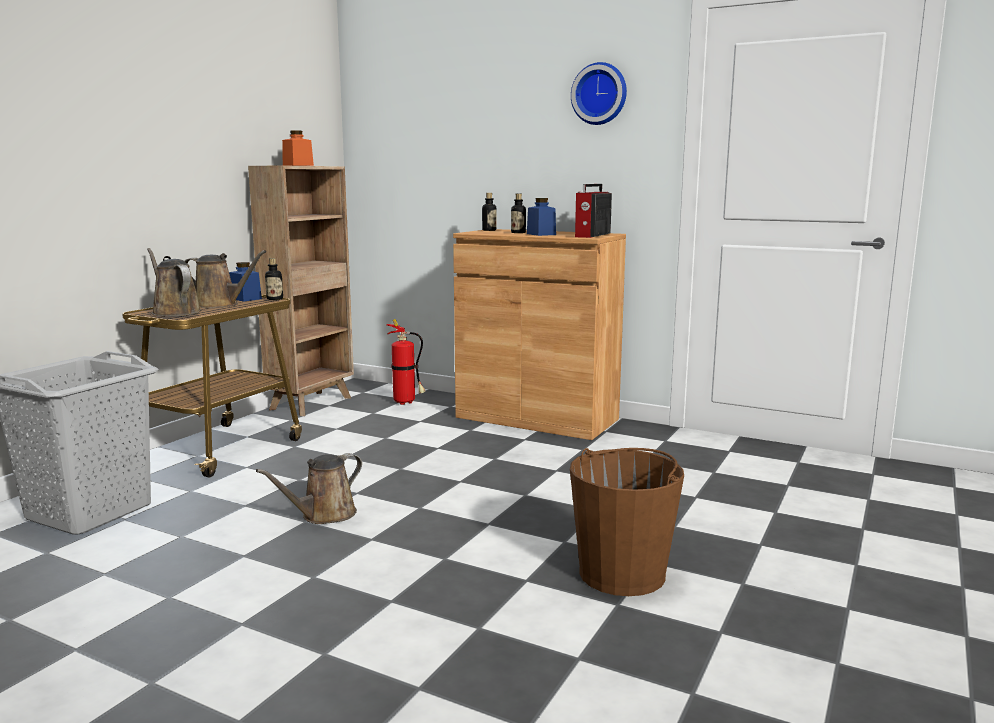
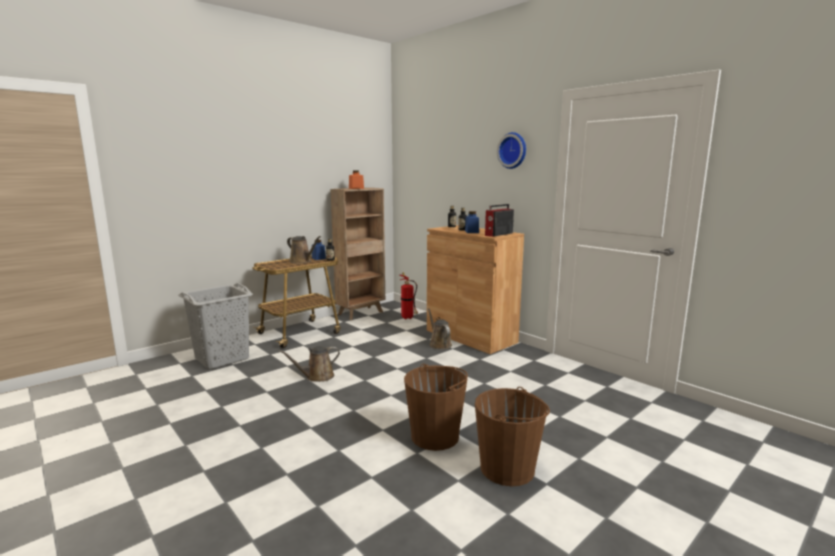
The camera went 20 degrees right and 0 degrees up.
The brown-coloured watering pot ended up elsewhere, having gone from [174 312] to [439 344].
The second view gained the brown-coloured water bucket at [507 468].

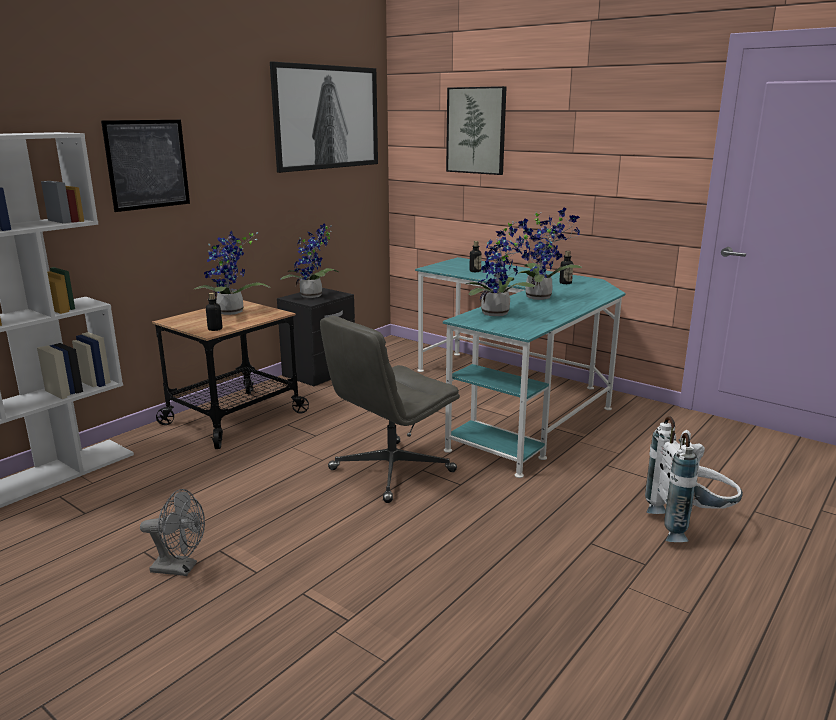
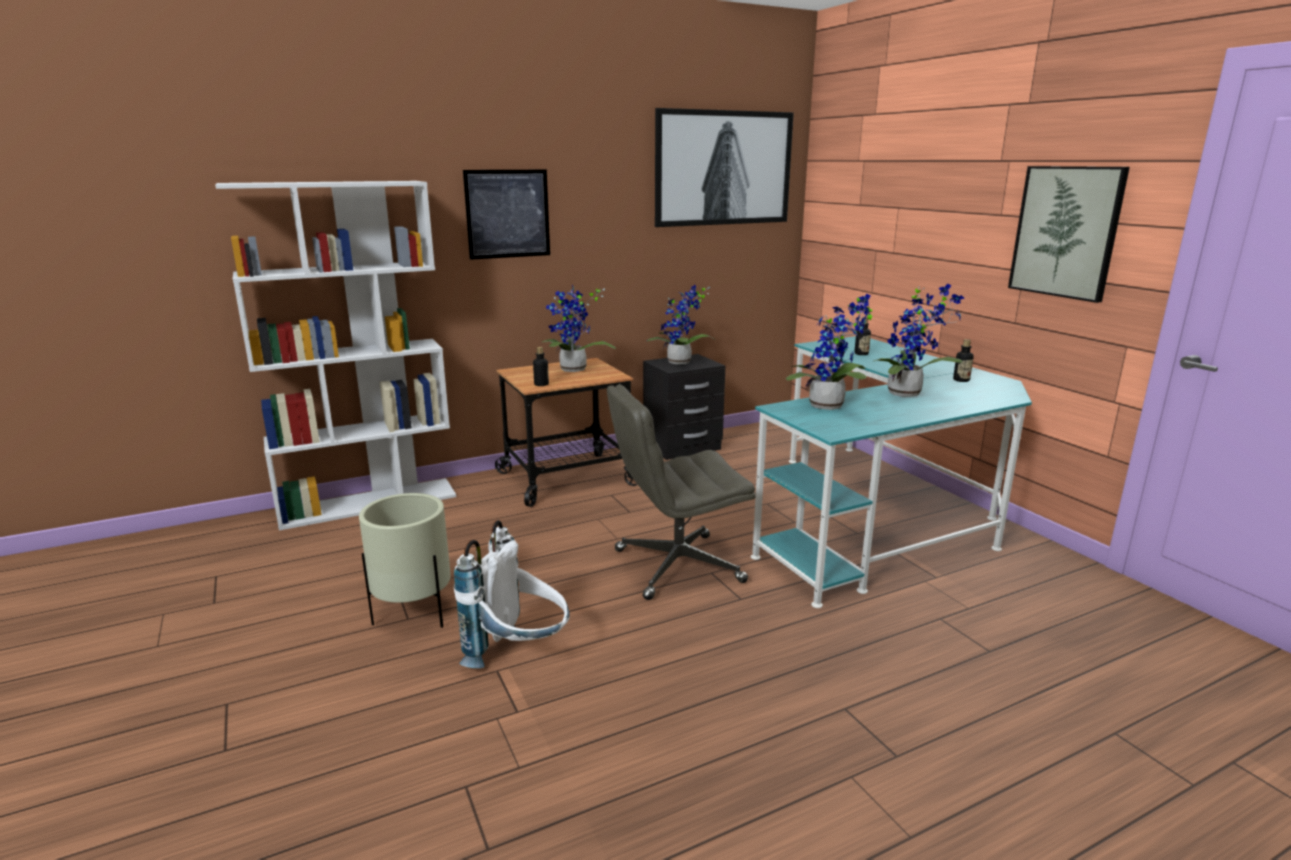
The camera went 25 degrees right and 0 degrees up.
Where the grey fan stood at [180 568], the beige planter came to stand at [414 614].
The white-coloured rucksack ended up elsewhere, having gone from [689 526] to [519 655].
The picture ended up elsewhere, having gone from [476 130] to [1066 232].

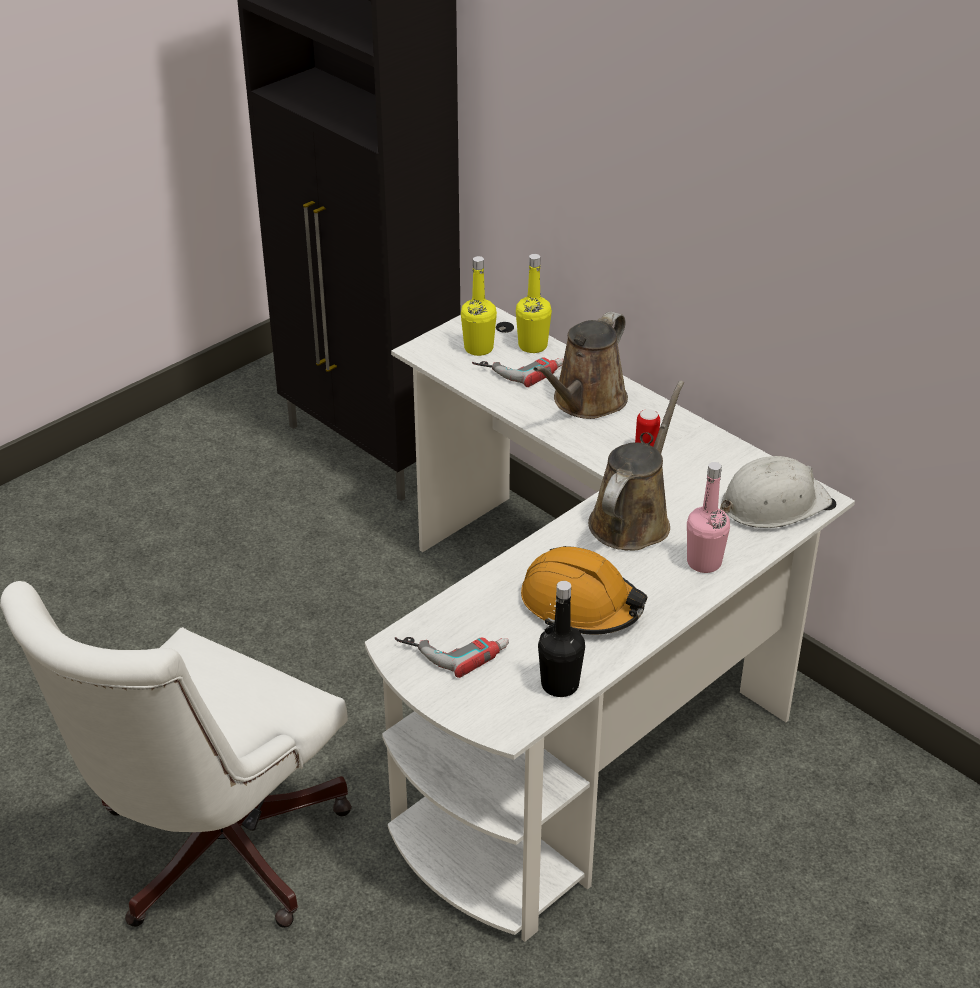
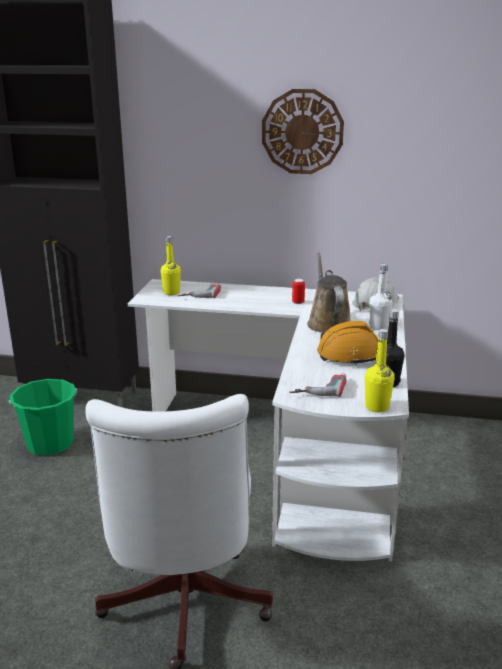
The camera went 35 degrees left and 15 degrees down.
The second view gained the green water bucket at [50 443].
The second view gained the clock on the wall at [302 132].
The yellow drink bottle ended up elsewhere, having gone from [532 346] to [377 407].
What was the pink-coloured drink bottle at [704 562] turned into the white-coloured drink bottle at [378 327].
The second view lost the brown-coloured watering pot at [586 402].

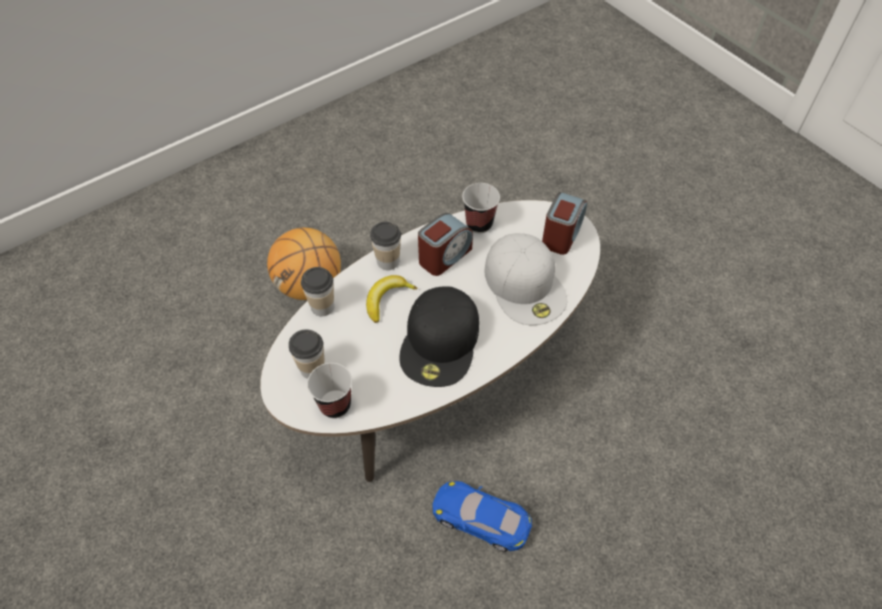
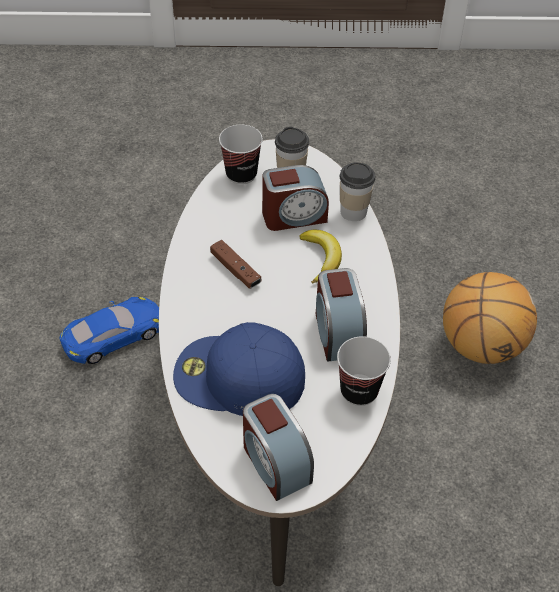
The camera went 125 degrees right and 5 degrees down.
What was the white-coloured peaked cap at [525 284] turned into the blue peaked cap at [237 377].
Where the black peaked cap stood at [441 342], the brown-coloured gamepad came to stand at [235 270].
The second view gained the alarm clock at [294 216].
The second view lost the drinking cup at [388 261].

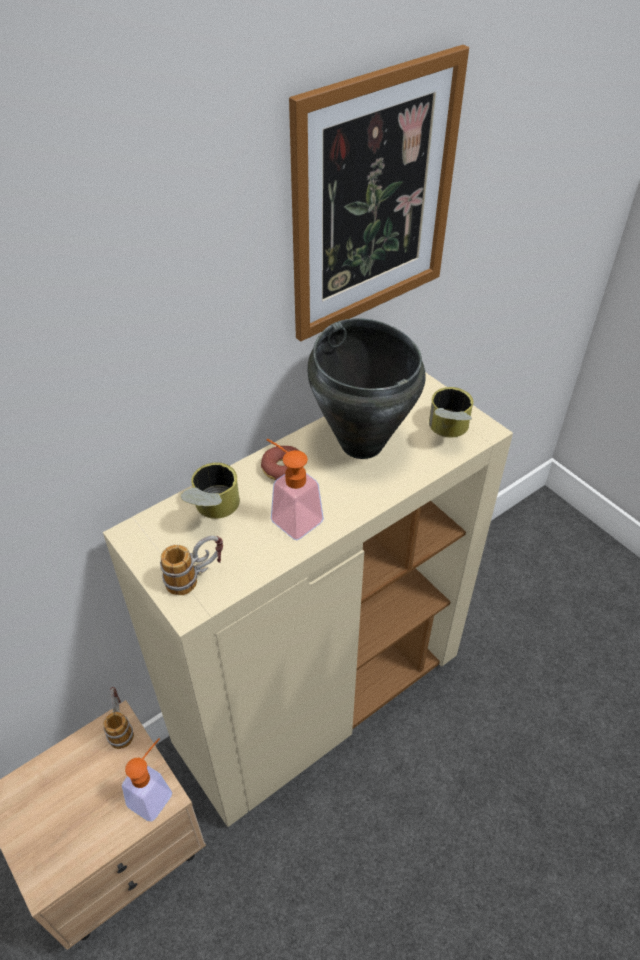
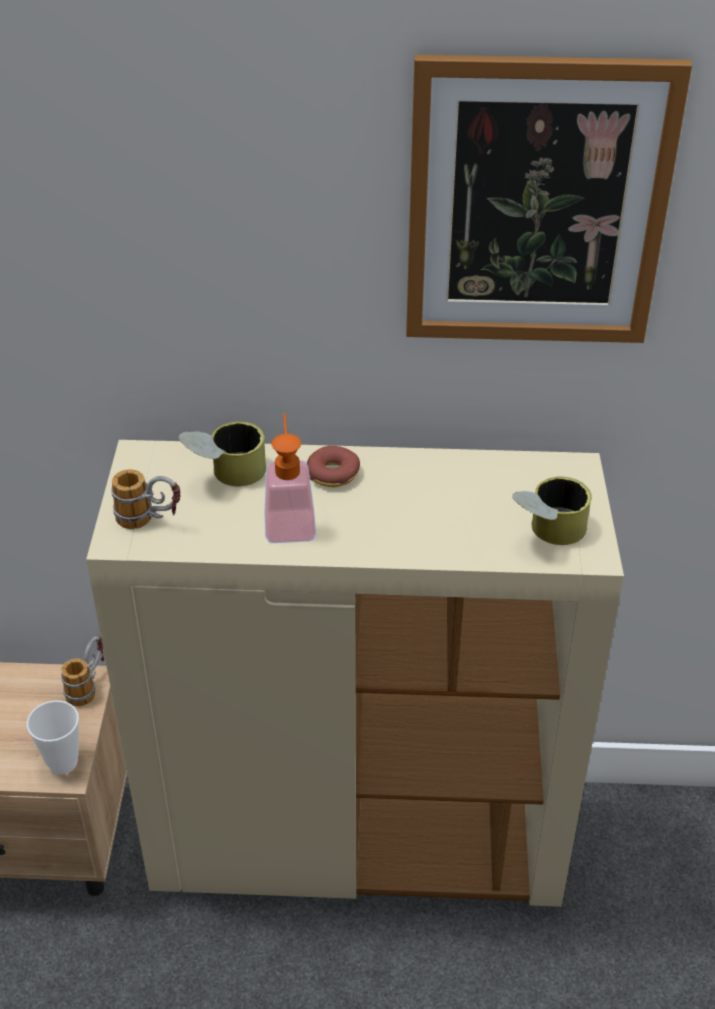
The camera went 40 degrees right and 5 degrees down.
Where the soap dispenser stood at [155 792], the drinking cup came to stand at [62 762].
The second view lost the black cooking pot at [362 443].

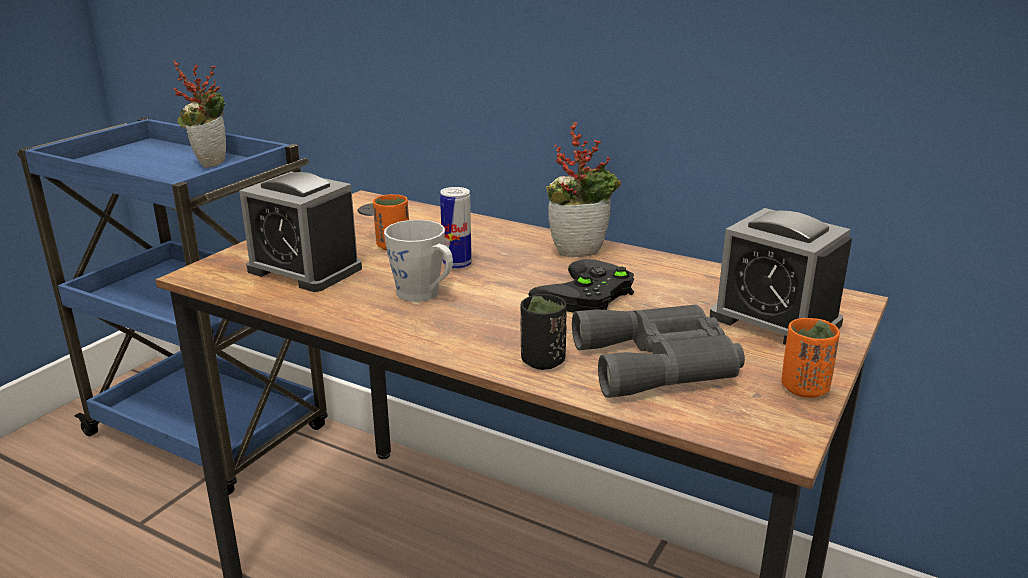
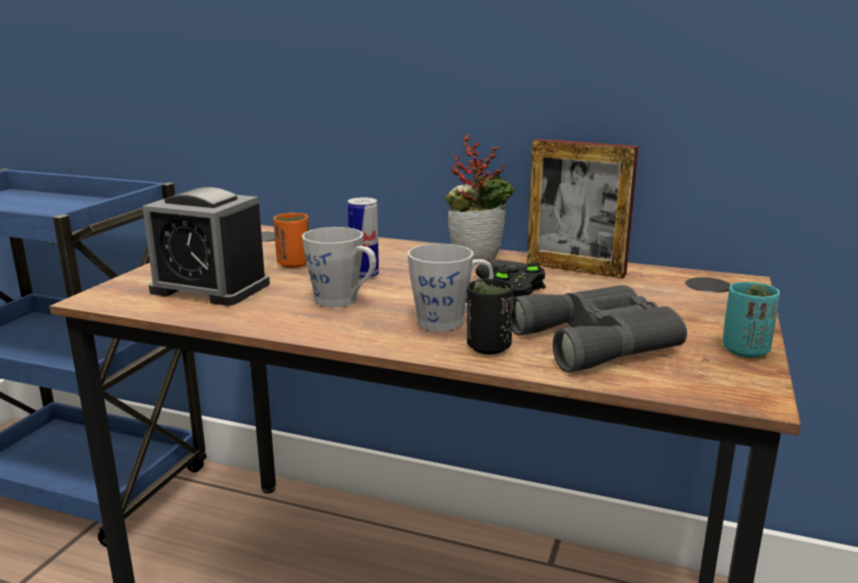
The camera went 10 degrees left and 5 degrees down.
The second view gained the grey mug at [450 322].
The second view gained the photo frame at [575 269].
What was the orange drinking cup at [804 388] turned into the turquoise-coloured drinking cup at [745 350].
The second view lost the plant in a pot at [209 162].
The second view lost the alarm clock at [774 320].

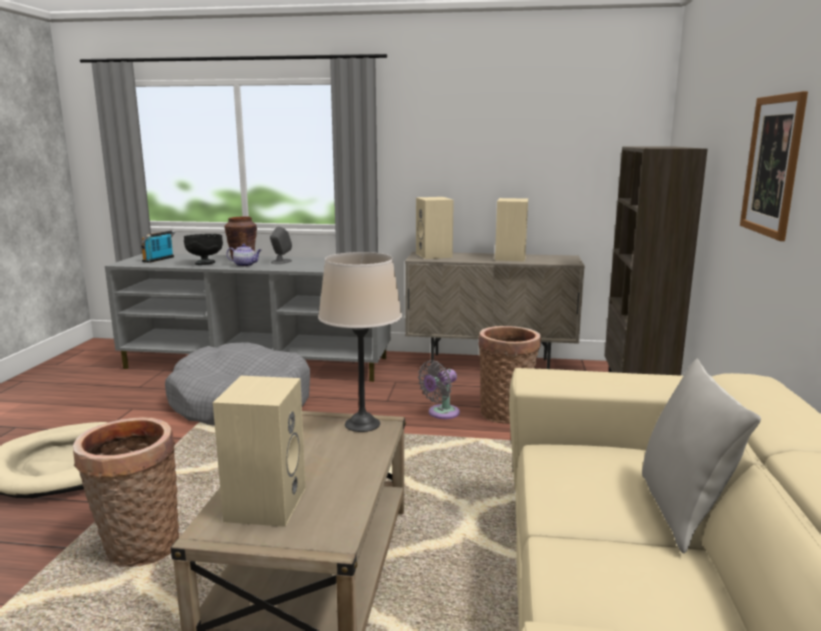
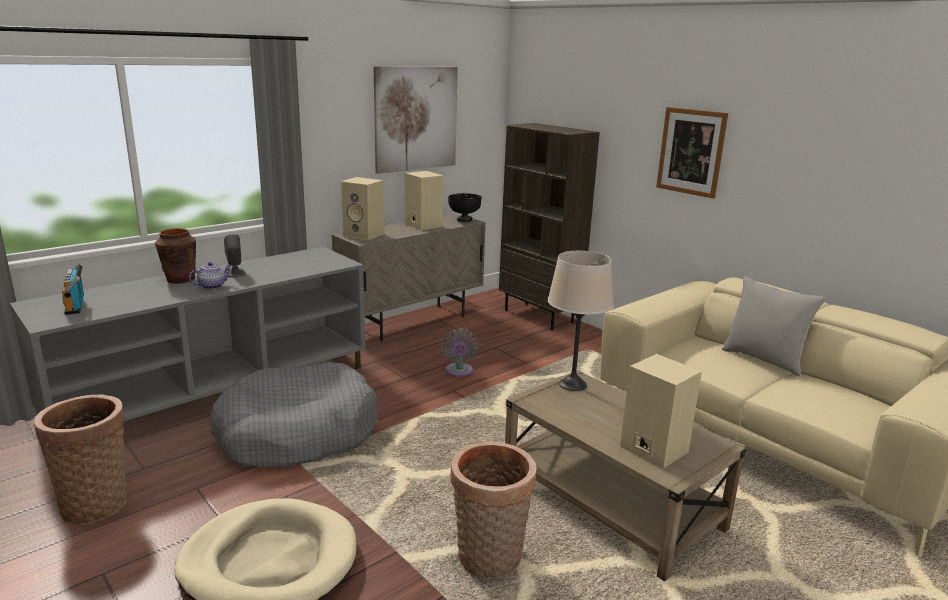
The camera went 50 degrees left and 5 degrees up.
The storage basket ended up elsewhere, having gone from [506 412] to [96 503].
The second view gained the picture at [416 119].
The black deep dish ended up elsewhere, having gone from [205 263] to [464 220].

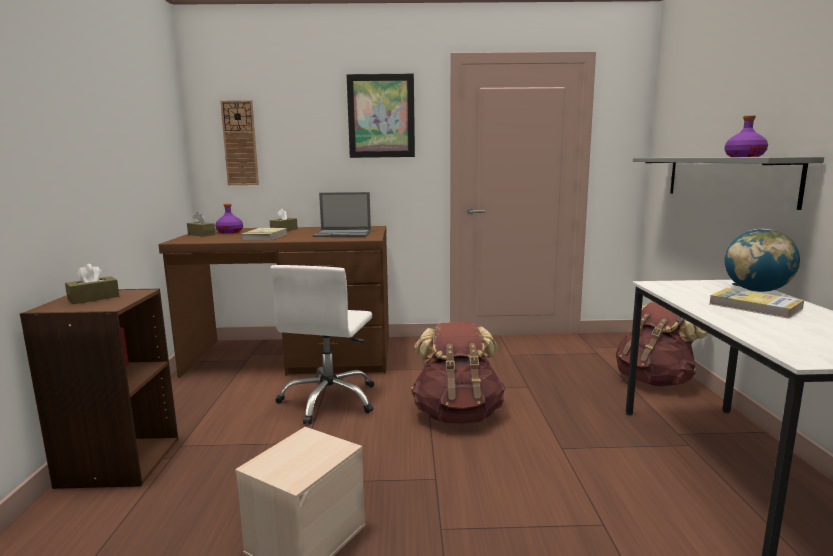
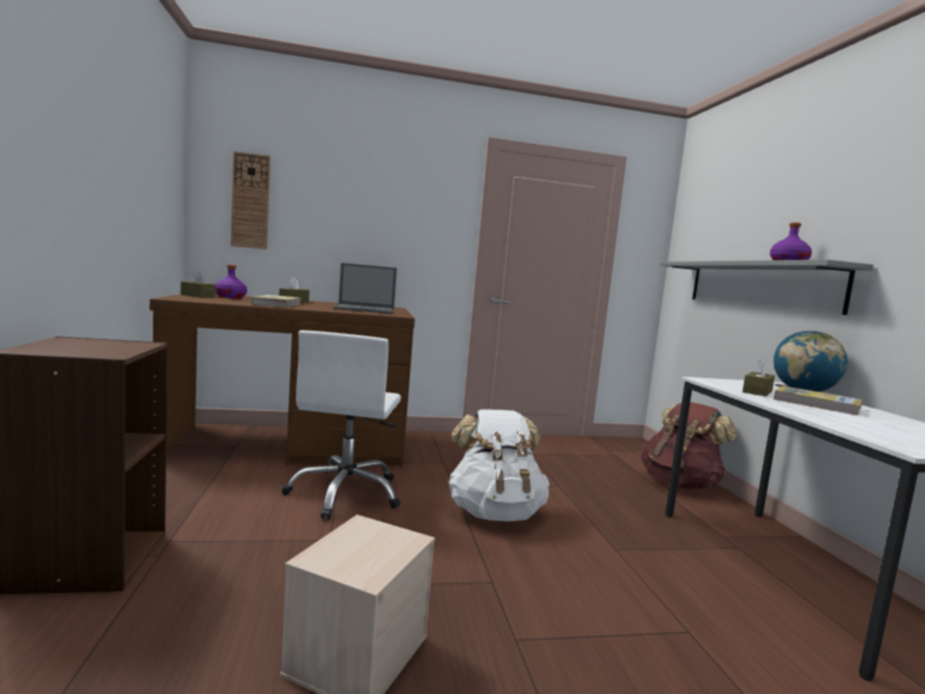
The camera went 10 degrees left and 5 degrees down.
What was the brown-coloured rucksack at [457 414] turned into the white-coloured rucksack at [494 512].
The brown-coloured tissue box ended up elsewhere, having gone from [94 298] to [757 392].
The second view lost the picture at [381 116].

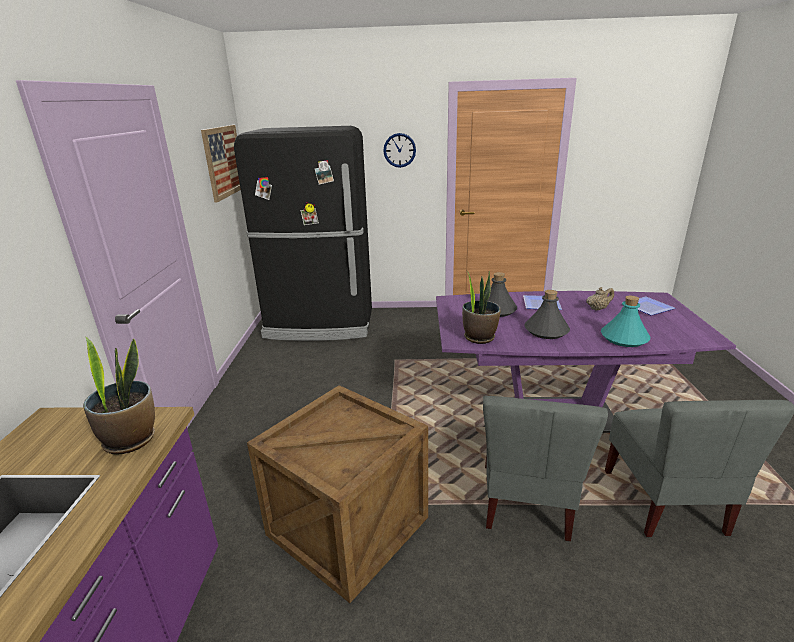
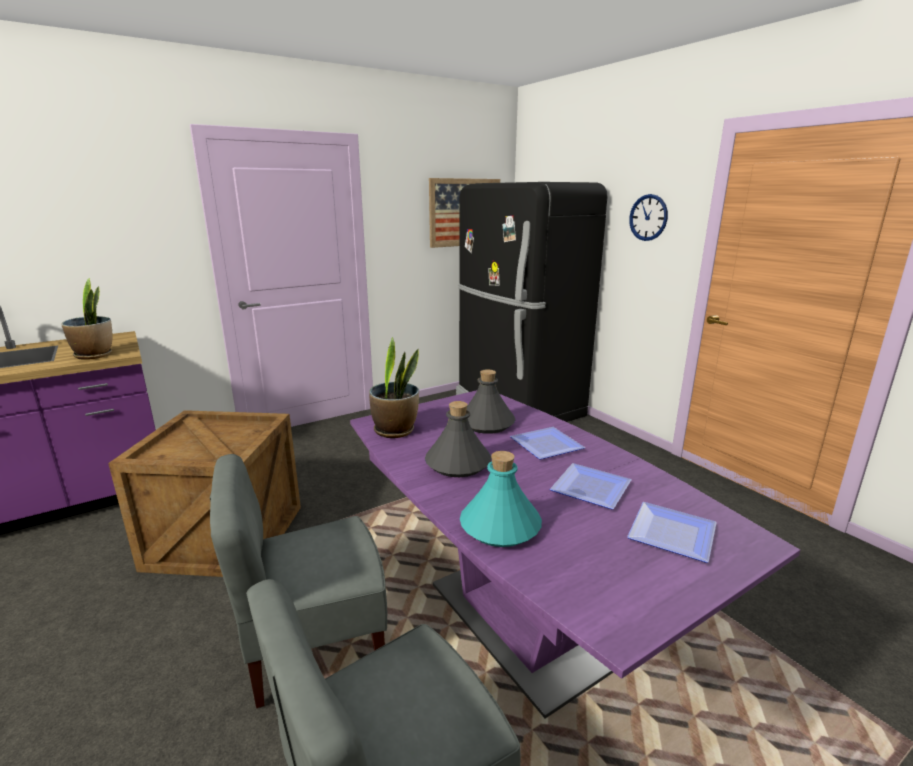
The camera went 55 degrees right and 5 degrees down.
Where the beige tea pot stood at [598 309], the dinner plate came to stand at [593 488].

